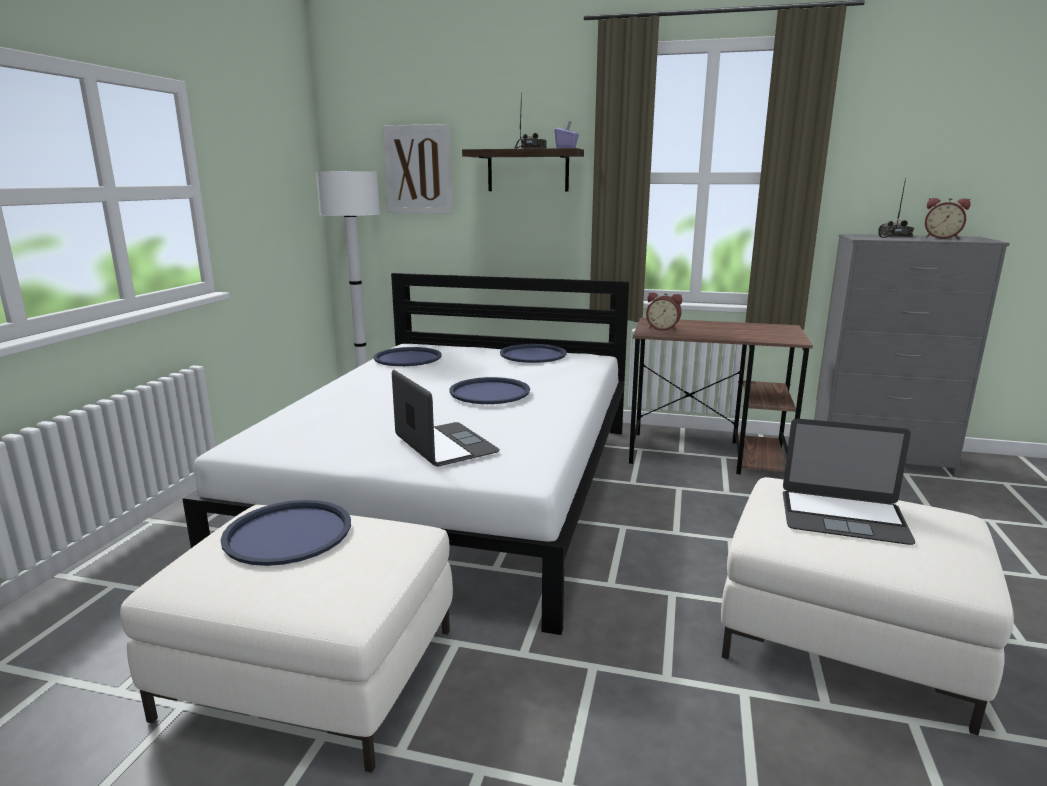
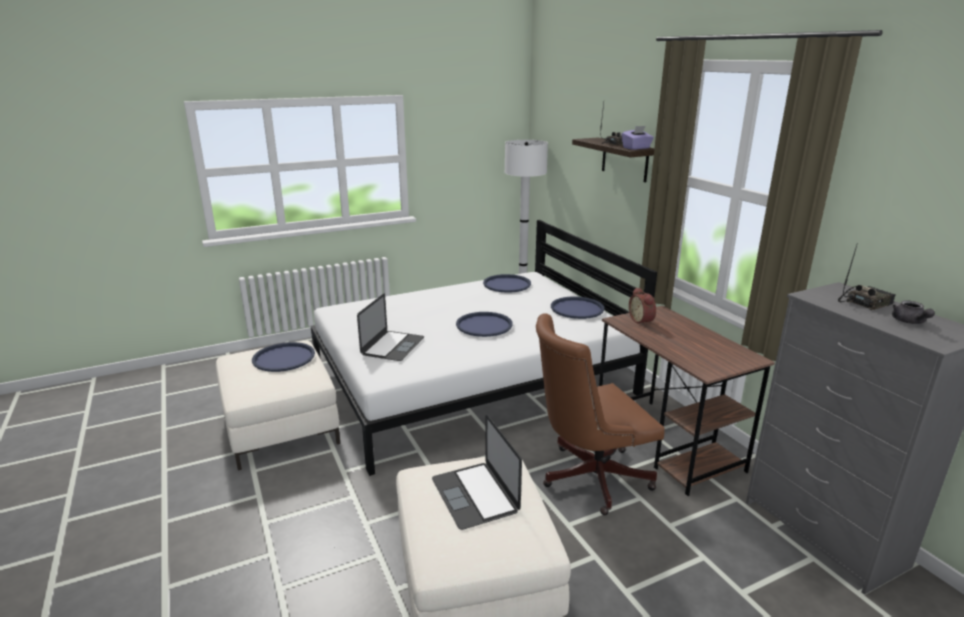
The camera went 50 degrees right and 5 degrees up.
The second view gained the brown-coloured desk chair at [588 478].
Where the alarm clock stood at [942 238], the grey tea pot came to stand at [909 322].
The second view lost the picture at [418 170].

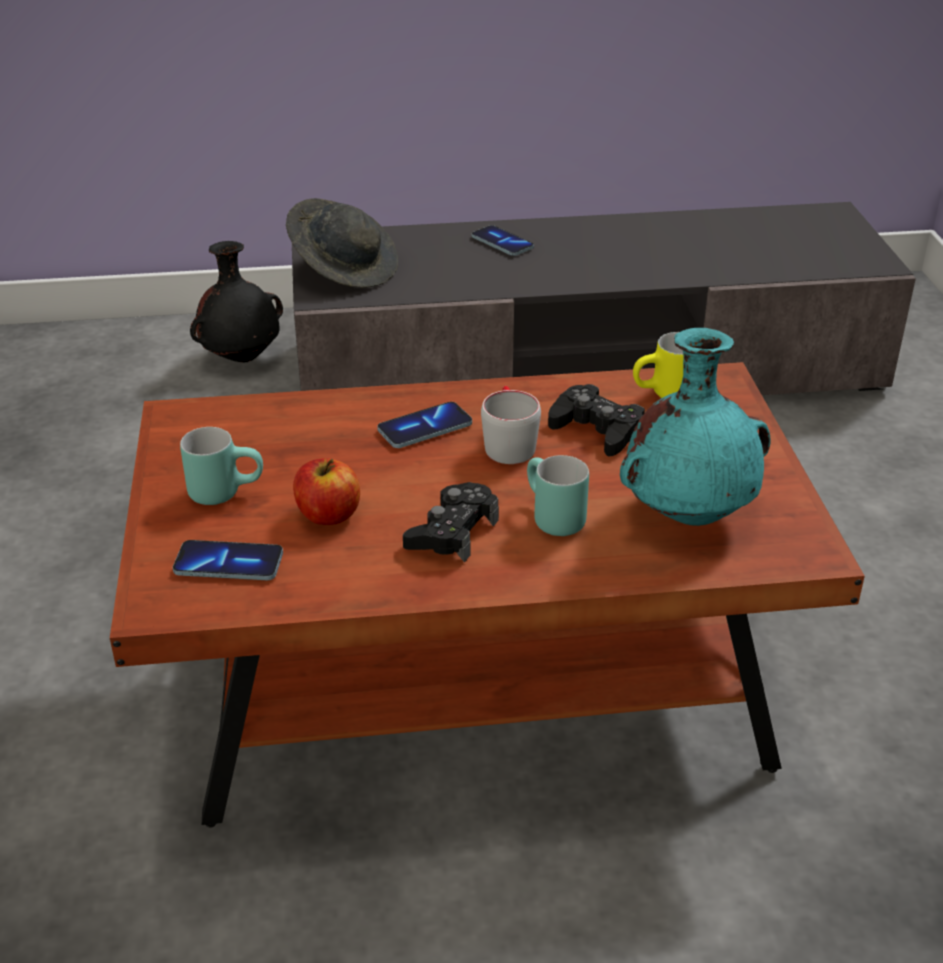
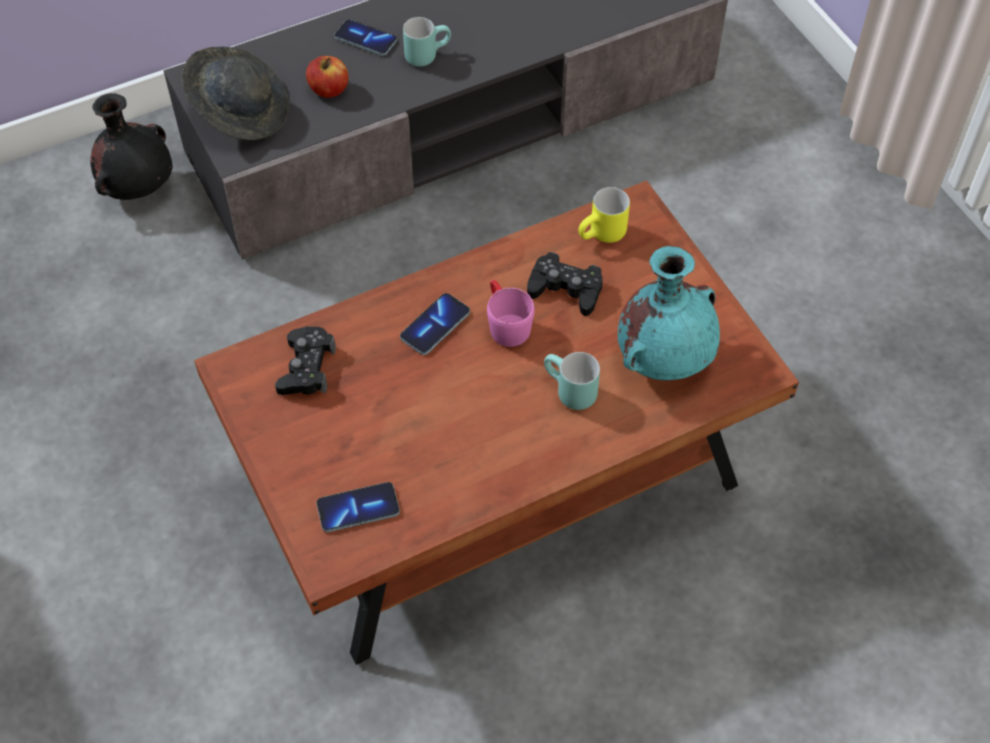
The camera went 20 degrees left and 20 degrees up.
The black gamepad ended up elsewhere, having gone from [452 532] to [306 368].
The whole apple ended up elsewhere, having gone from [328 515] to [329 89].
The turquoise-coloured mug ended up elsewhere, having gone from [226 491] to [426 54].
What was the grey mug at [508 442] turned into the pink-coloured mug at [505 323].

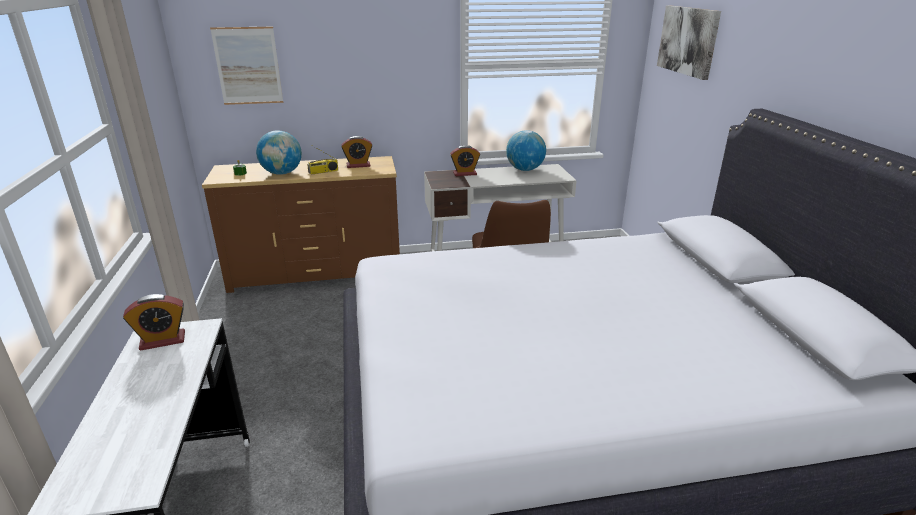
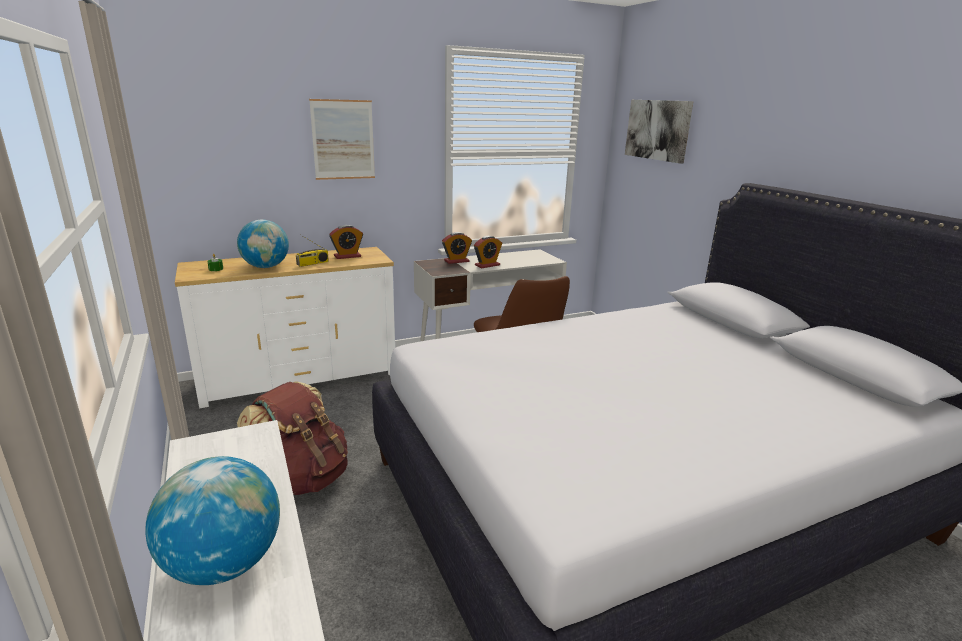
The camera went 15 degrees left and 5 degrees down.
The globe ended up elsewhere, having gone from [524 169] to [224 564].
What was the brown-coloured dresser at [316 272] turned into the white-coloured dresser at [299 377].
The second view gained the brown-coloured rucksack at [303 478].
The picture ended up elsewhere, having gone from [248 66] to [343 140].
The alarm clock ended up elsewhere, having gone from [162 340] to [487 265].

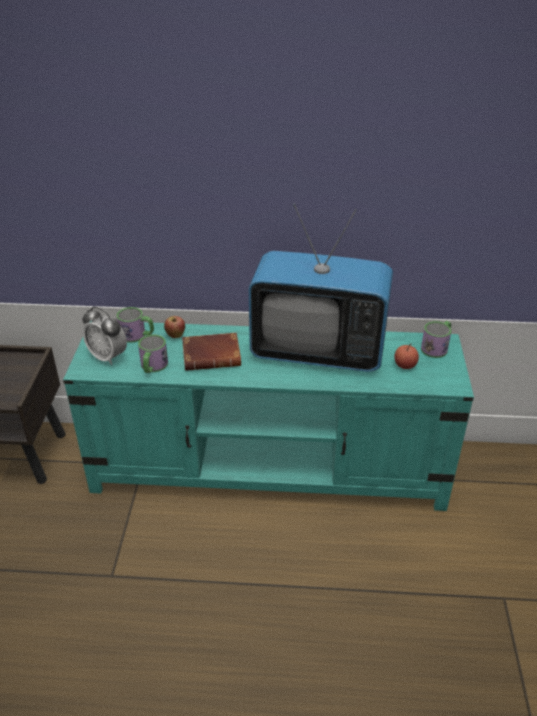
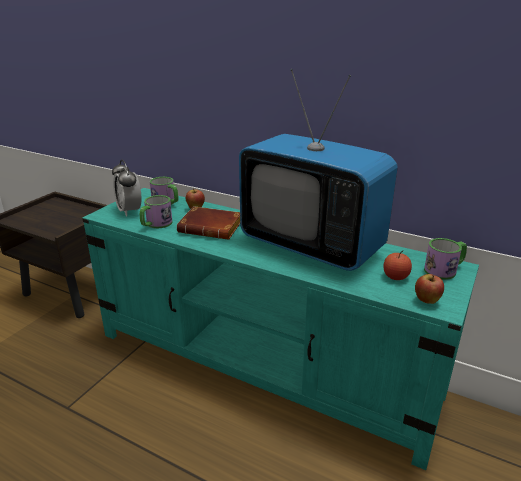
The camera went 25 degrees right and 10 degrees down.
The second view gained the whole apple at [427 301].

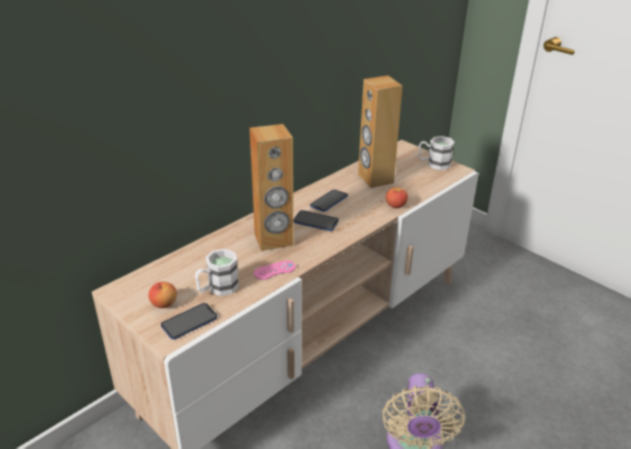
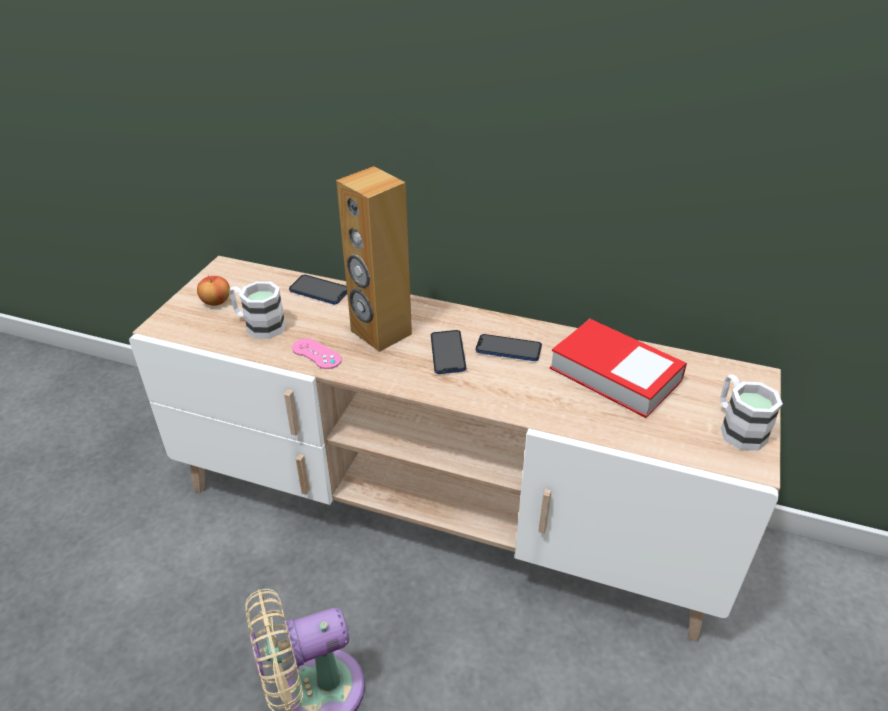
The camera went 65 degrees right and 5 degrees up.
The telephone ended up elsewhere, having gone from [189 322] to [319 291].
Where the brown-coloured loudspeaker stood at [375 179], the bound book came to stand at [615 374].
The second view lost the whole apple at [396 205].

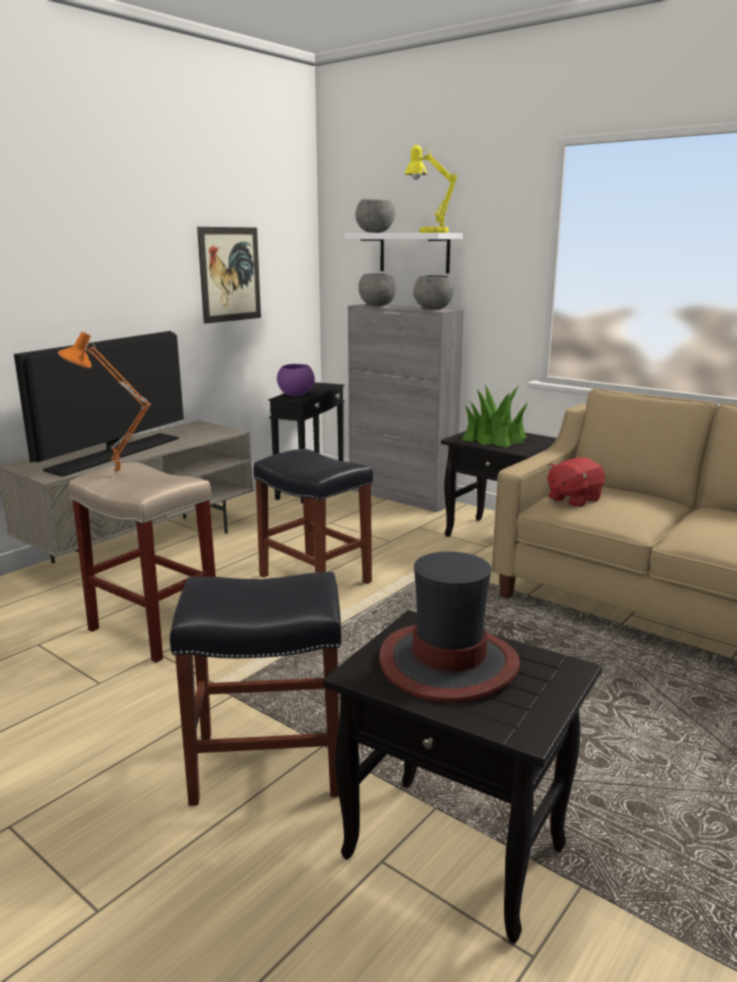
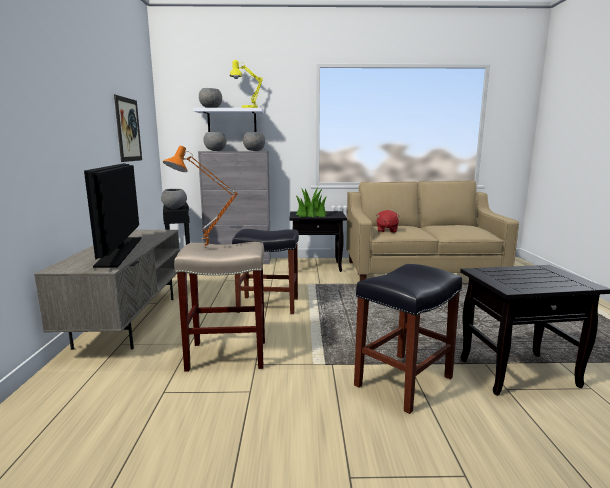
The camera went 40 degrees left and 5 degrees down.
What was the purple-coloured deep dish at [296 395] turned into the grey deep dish at [174 208].
The second view lost the clothing hat at [448 663].

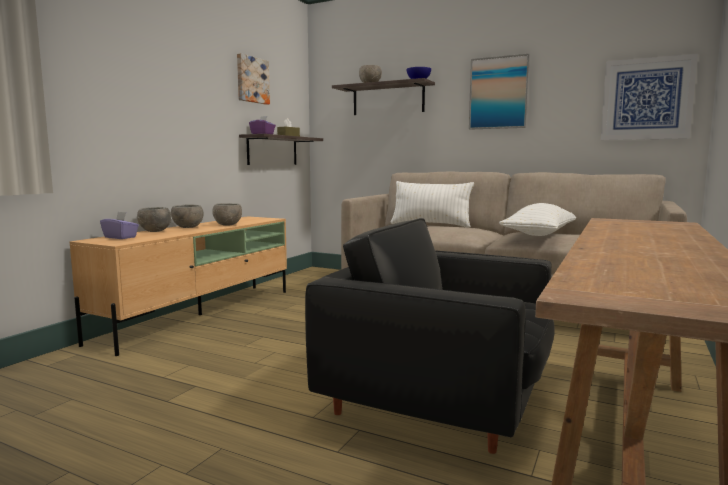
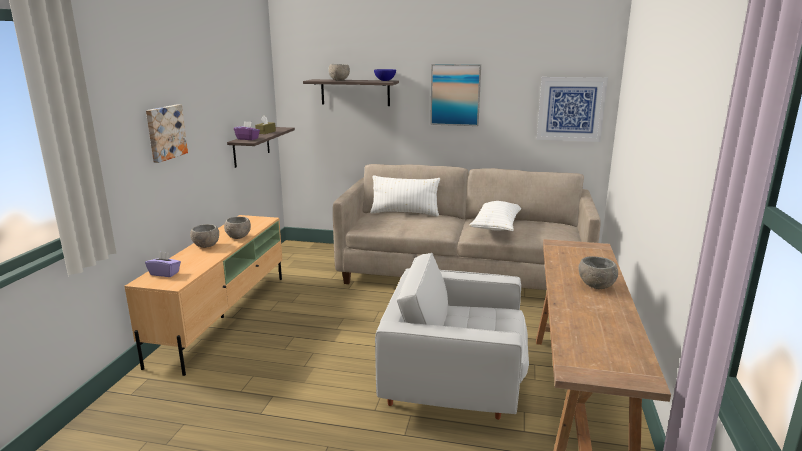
The camera went 15 degrees left and 10 degrees up.
The picture ended up elsewhere, having gone from [251 80] to [165 132].
What was the black easy chair at [441 403] turned into the white-coloured easy chair at [455 384].
The grey deep dish ended up elsewhere, having gone from [155 231] to [596 286].

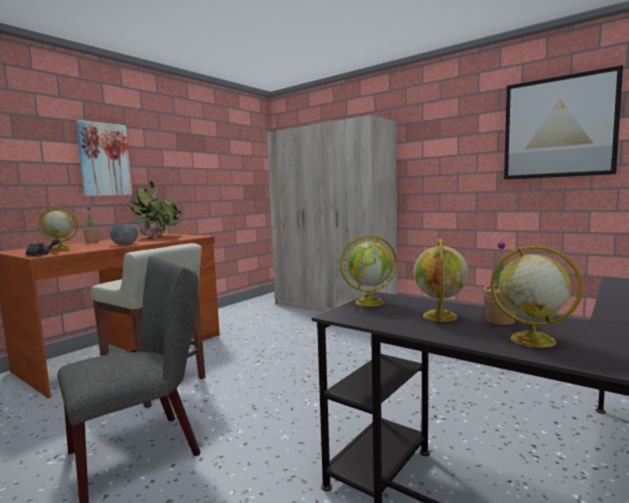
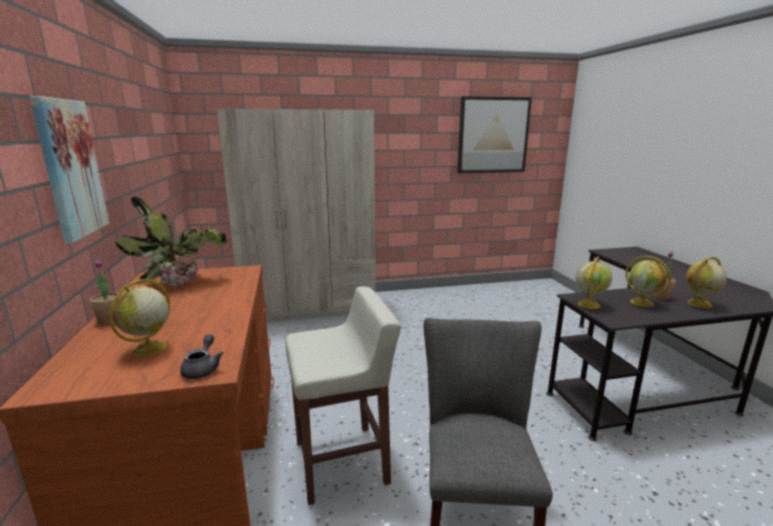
The camera went 50 degrees left and 10 degrees up.
The second view lost the grey deep dish at [125 244].

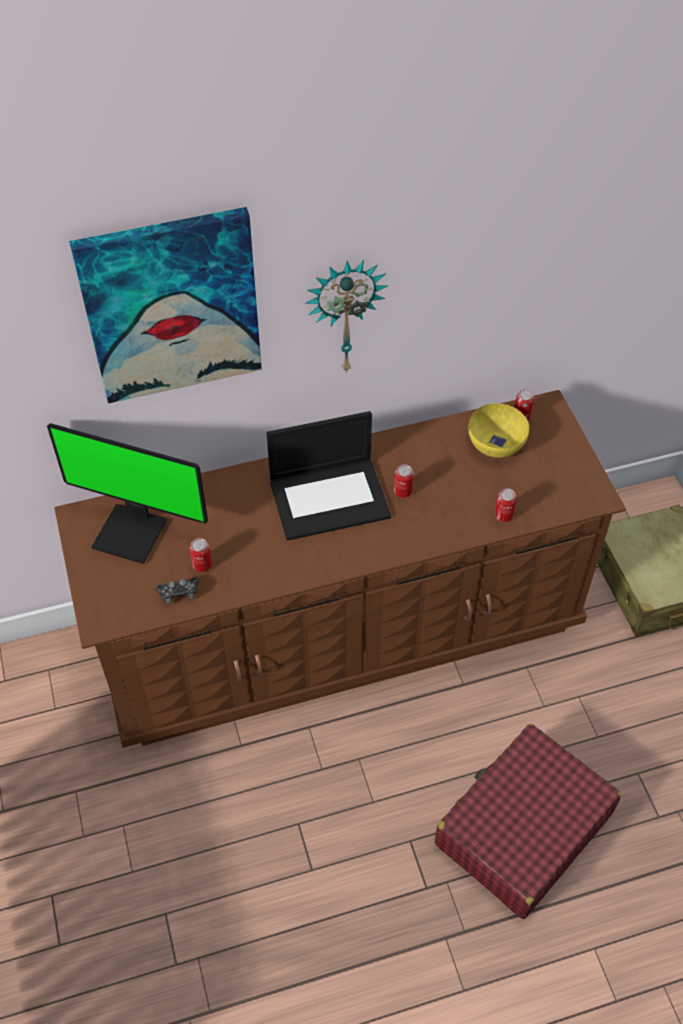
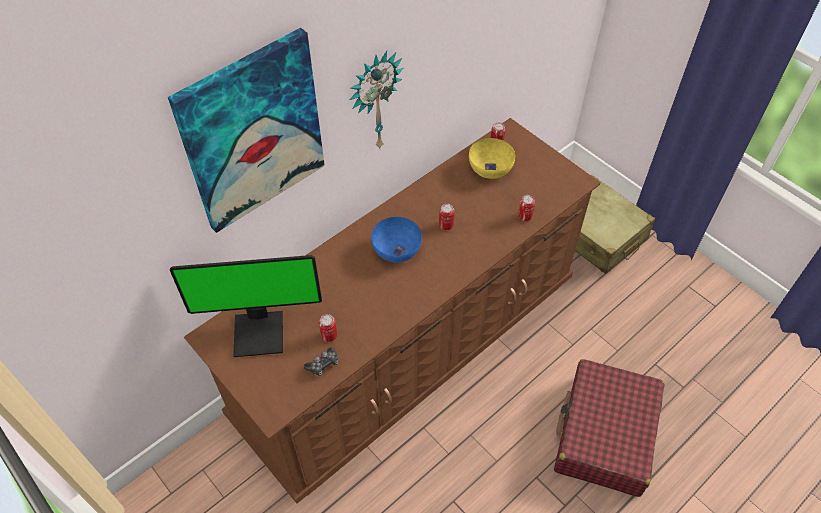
The camera went 25 degrees left and 0 degrees up.
Where the laptop stood at [330 498], the blue deep dish came to stand at [397 249].

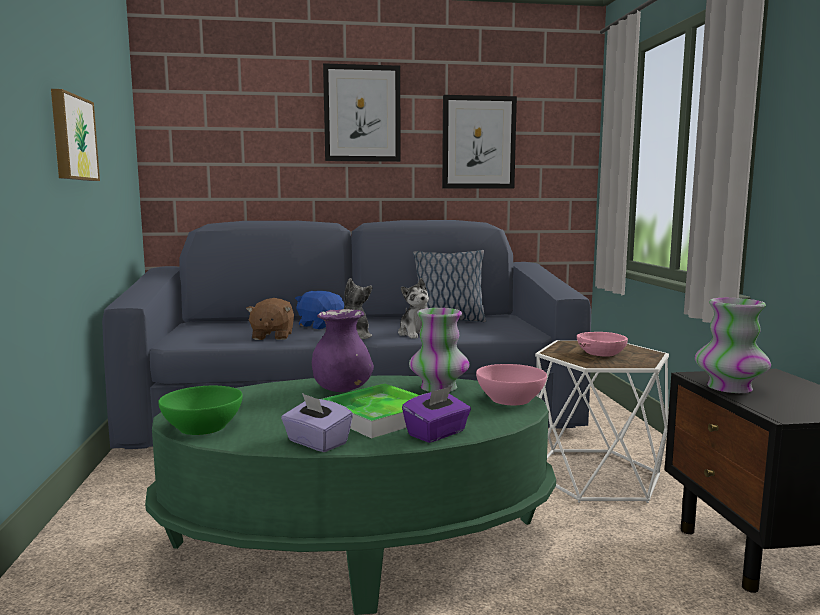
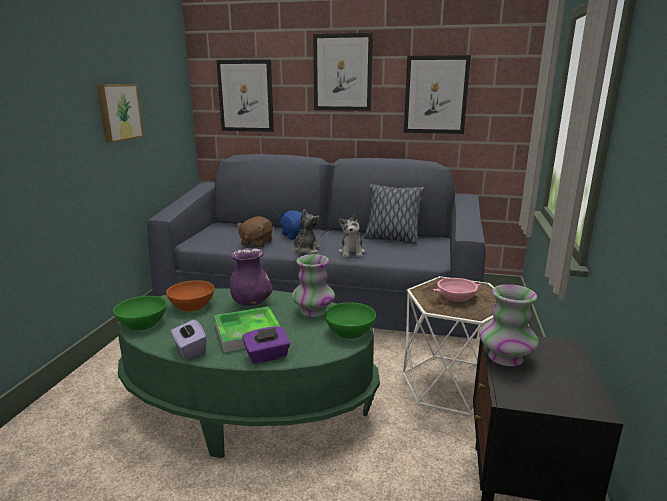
The camera went 20 degrees right and 10 degrees up.
The second view gained the orange deep dish at [192 306].
The second view gained the picture at [246 96].
What was the pink-coloured deep dish at [510 399] turned into the green deep dish at [349 331].

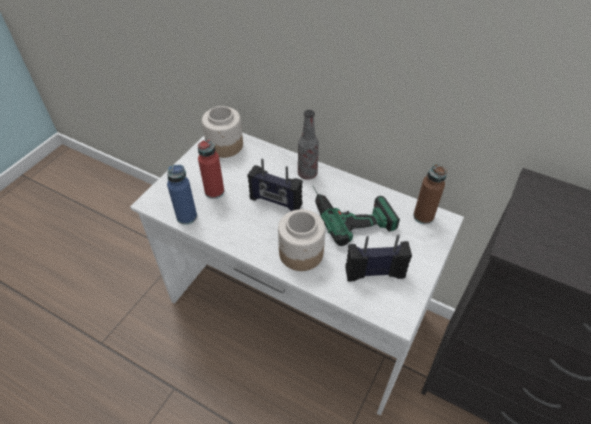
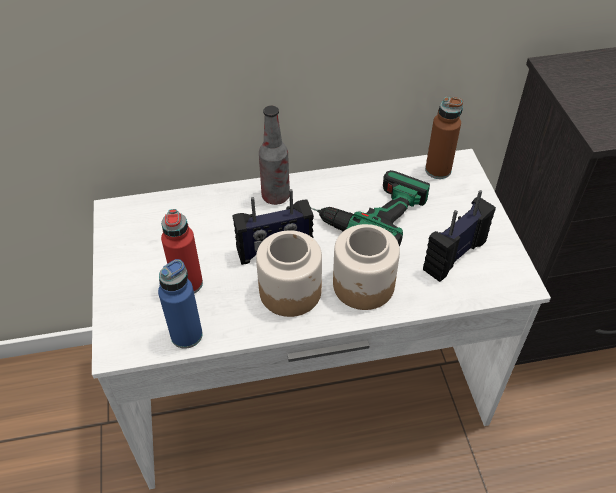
The camera went 40 degrees left and 0 degrees up.
The storage jar ended up elsewhere, having gone from [225 145] to [290 291].

